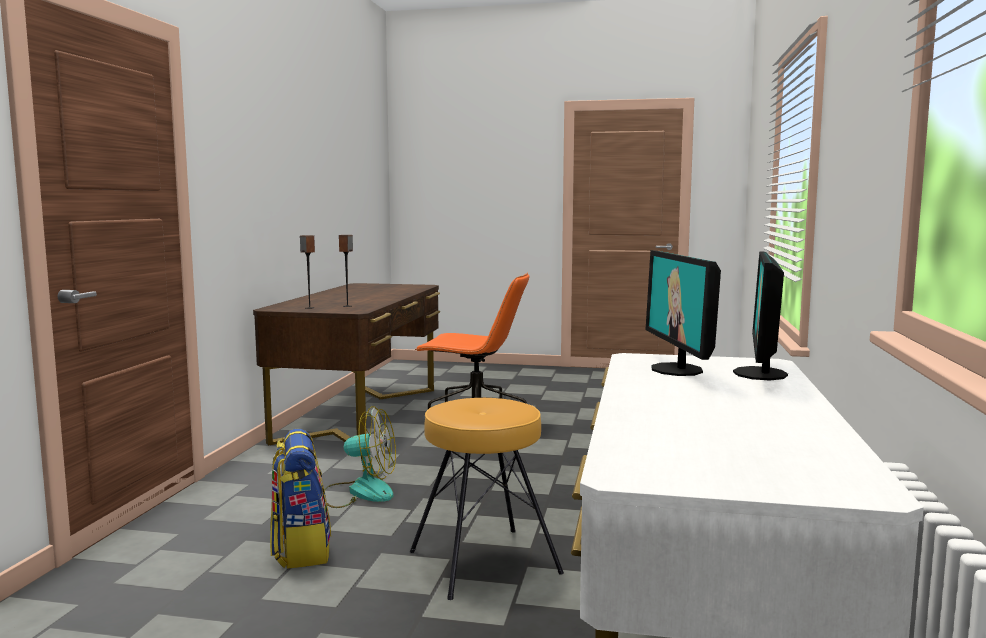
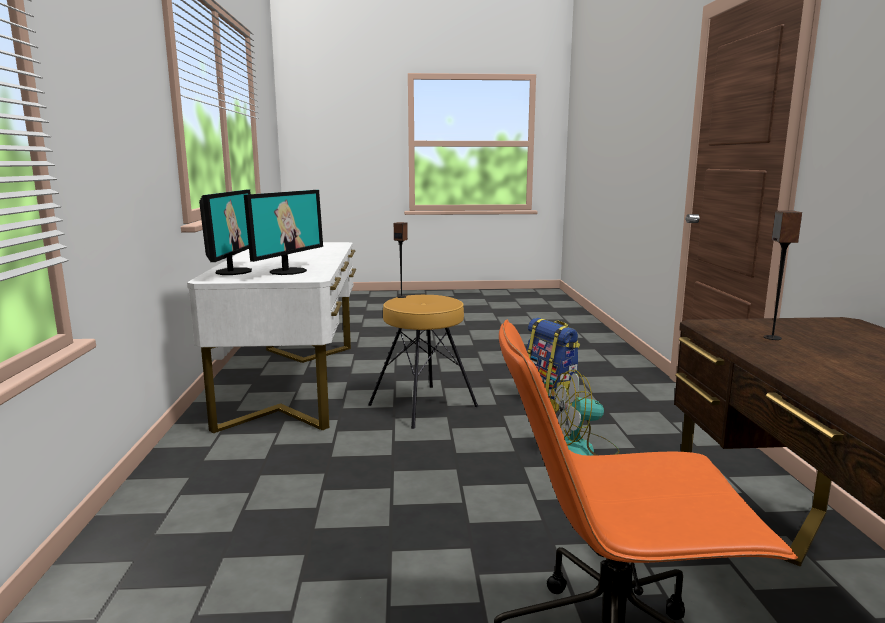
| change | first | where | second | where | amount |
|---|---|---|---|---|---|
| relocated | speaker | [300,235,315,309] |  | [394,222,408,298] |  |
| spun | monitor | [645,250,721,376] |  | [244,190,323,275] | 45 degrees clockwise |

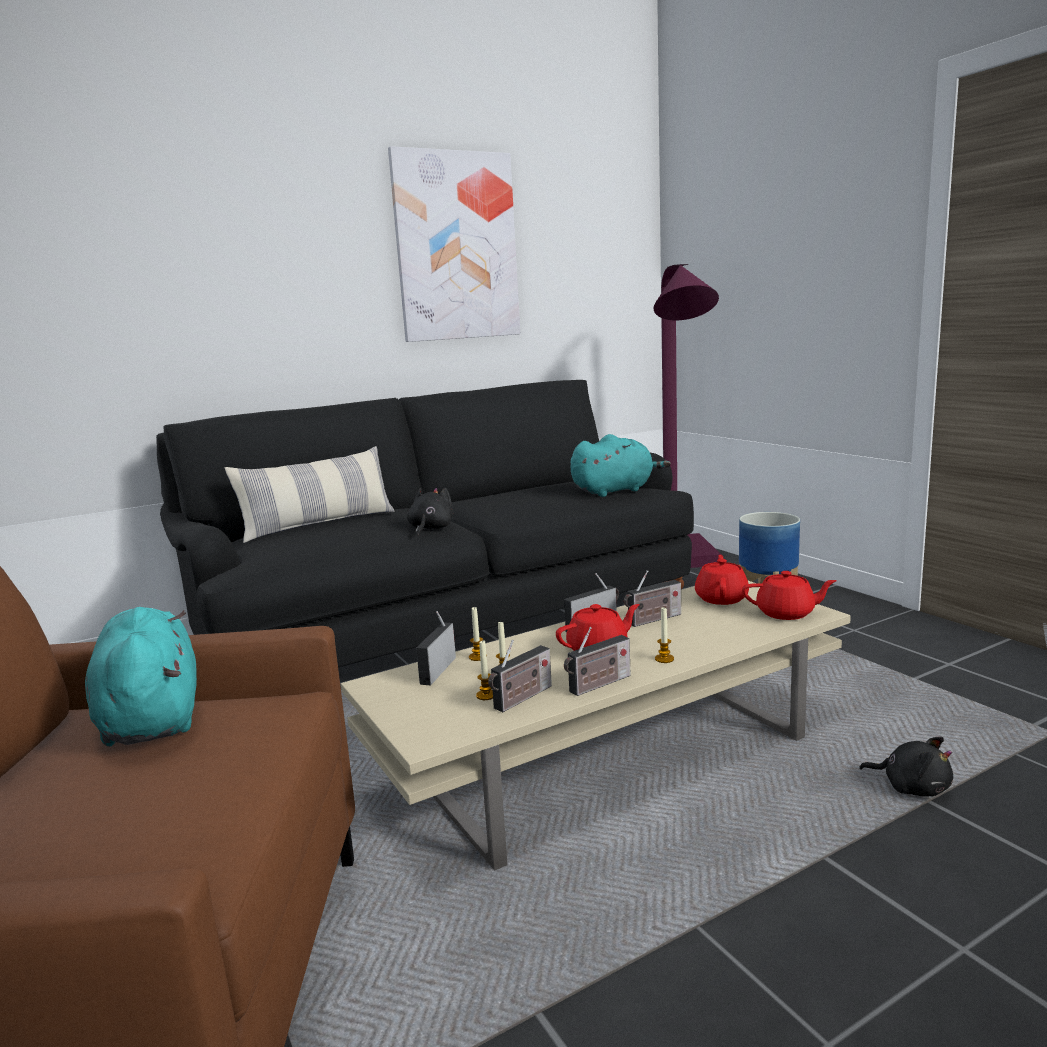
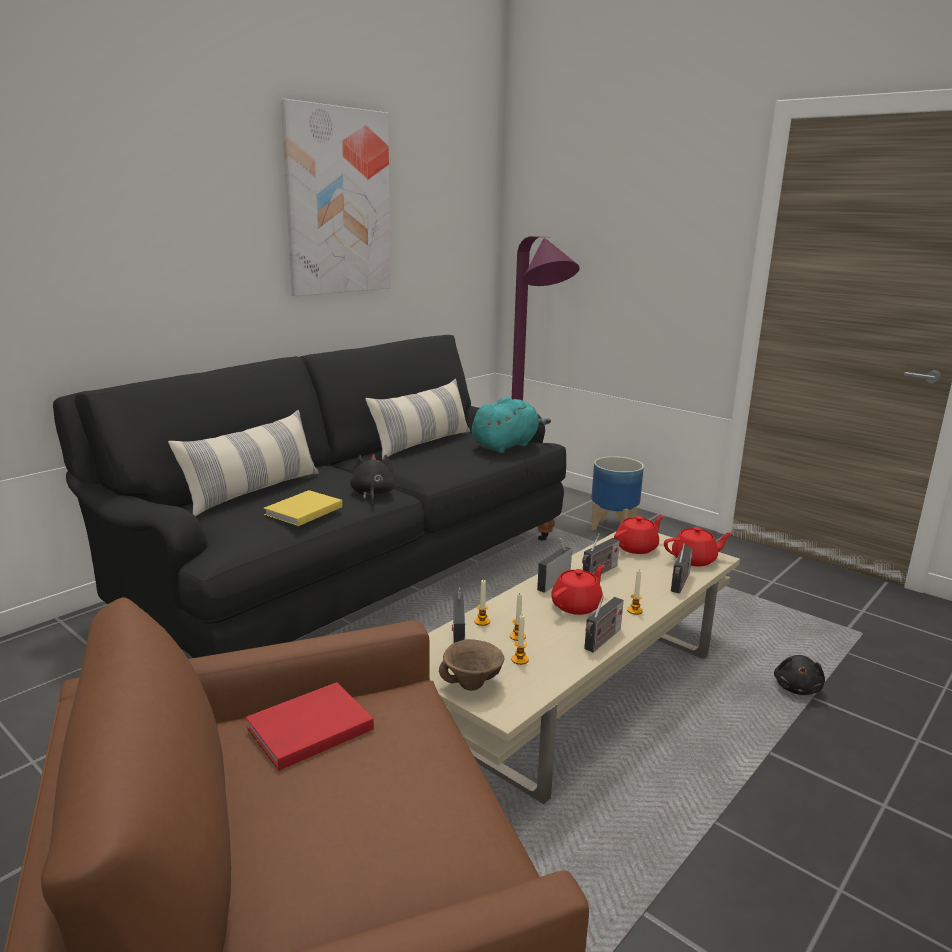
| change | first | where | second | where | amount |
|---|---|---|---|---|---|
| exchanged | plush toy (turquoise) | [85,607,197,747] | book (red) | [246,682,374,770] |  |
| relocated | radio | [488,640,552,712] |  | [671,543,693,593] |  |
| spun | teapot (red) | [695,555,749,605] |  | [614,515,664,554] | 60 degrees clockwise |
| spun | plush toy (black) | [859,737,953,797] |  | [774,655,825,695] | 90 degrees clockwise |
| appeared |  |  | book (yellow) | [264,490,342,526] |  |
| appeared |  |  | pillow | [365,379,470,460] |  |
| appeared |  |  | bowl (brown) | [439,639,504,691] |  |

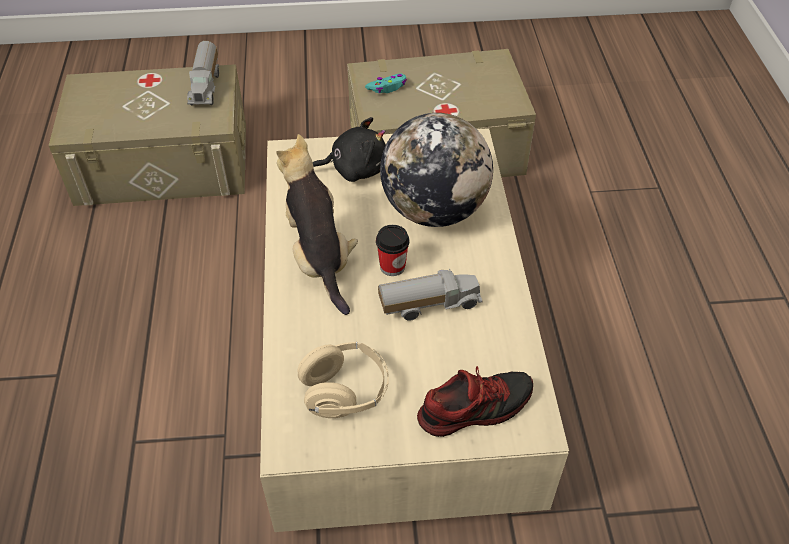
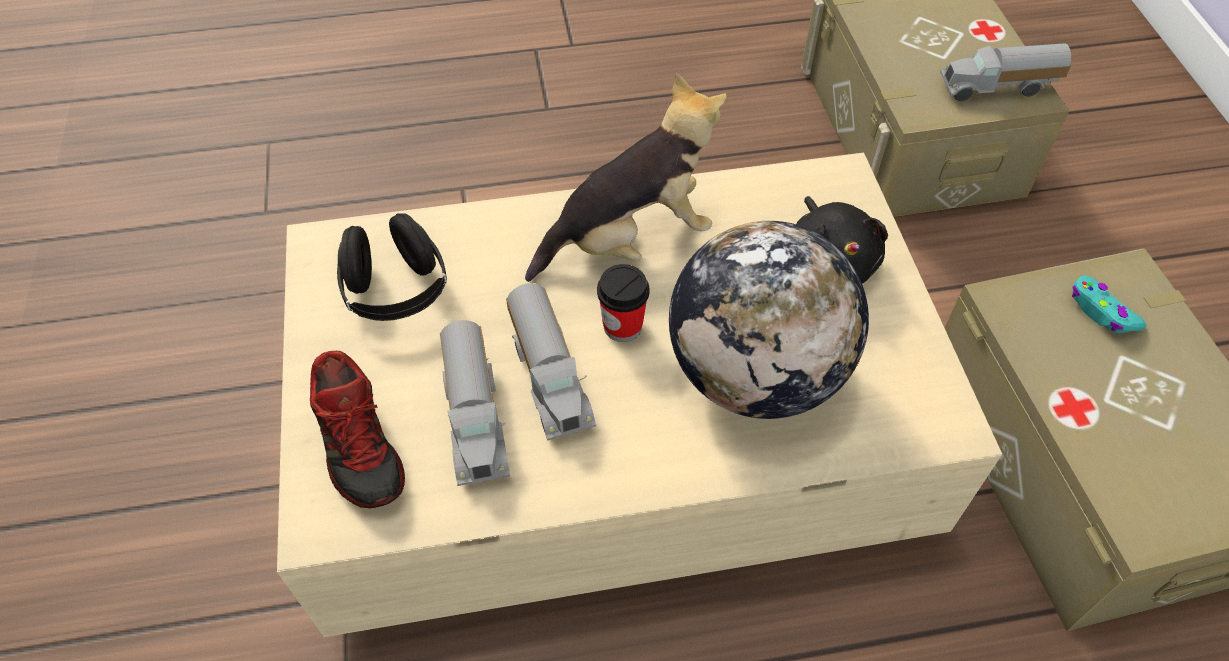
| change | first | where | second | where | amount |
|---|---|---|---|---|---|
| colour | headphones (beige) | [297,342,389,418] | headphones (black) | [337,213,447,321] |  |
| appeared |  |  | toy truck | [440,320,510,486] |  |

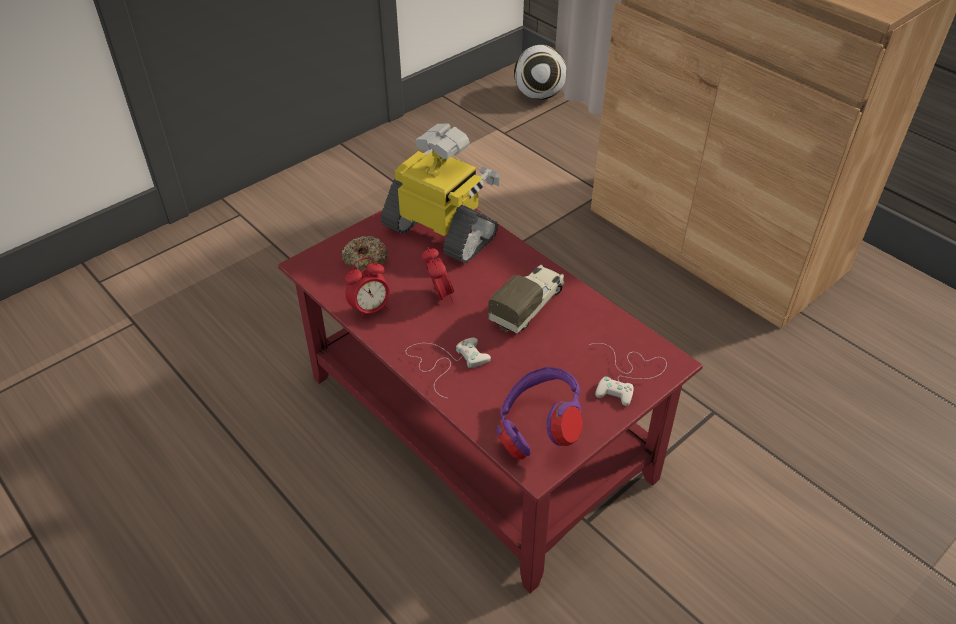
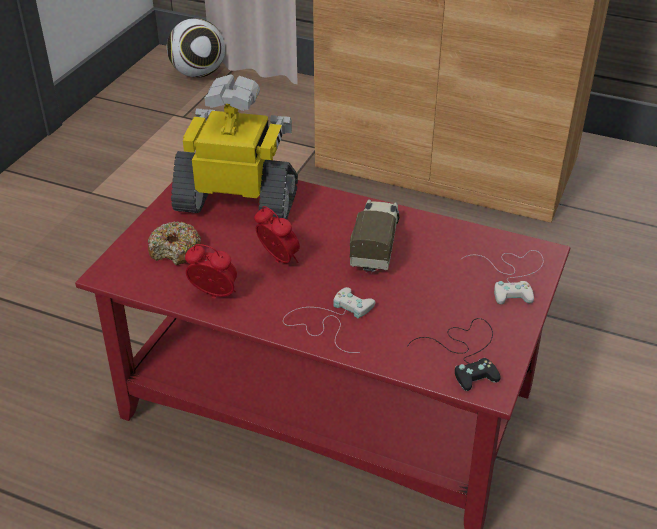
| change | first | where | second | where | amount |
|---|---|---|---|---|---|
| spun | alarm clock | [345,258,390,321] |  | [185,244,237,298] | 105 degrees counterclockwise |
| exchanged | headphones (purple) | [496,367,583,460] | game controller (black) | [407,318,501,391] |  |

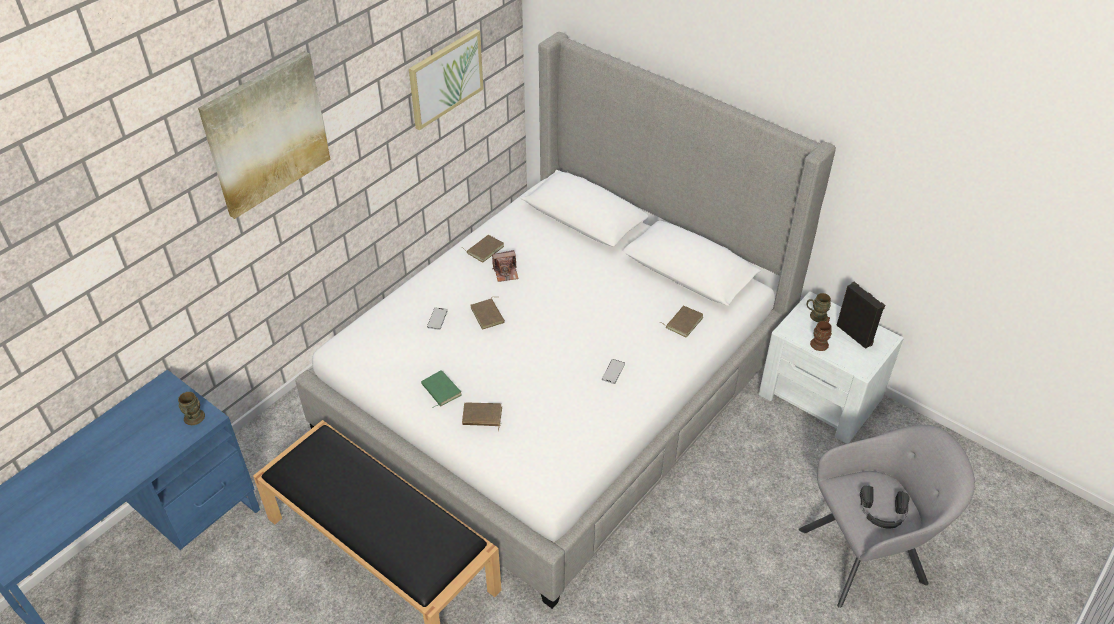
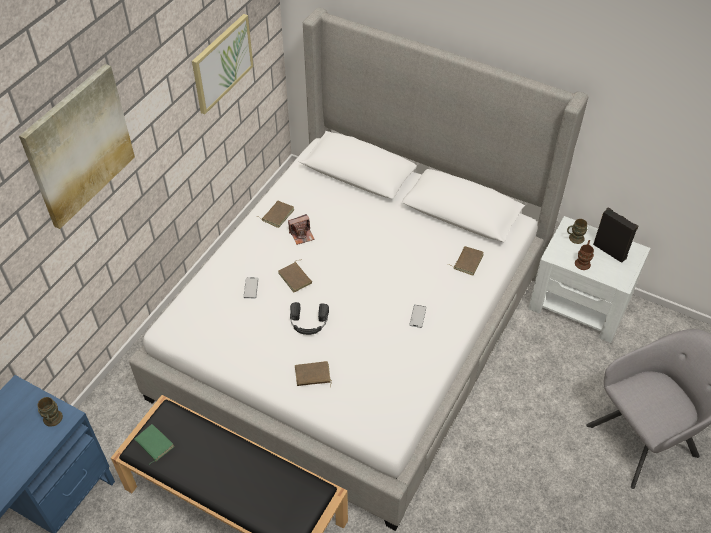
| change | first | where | second | where | amount |
|---|---|---|---|---|---|
| relocated | book (green) | [421,370,462,408] |  | [135,424,174,465] |  |
| relocated | headphones (black) | [860,486,910,528] |  | [290,302,329,335] |  |

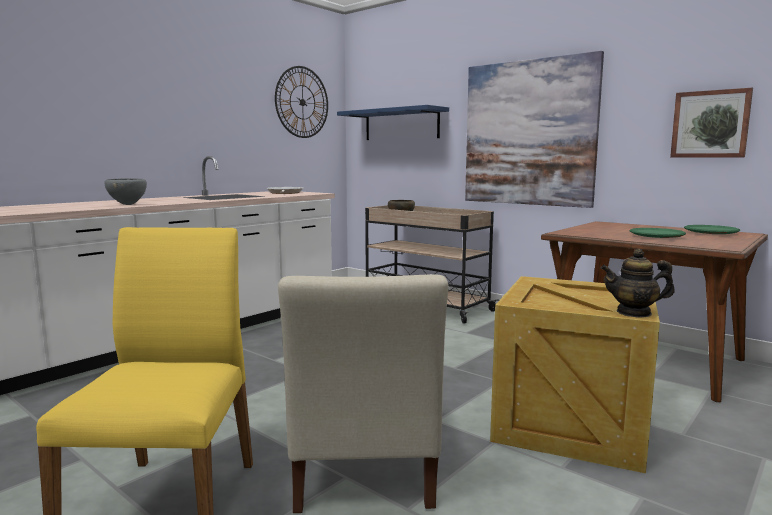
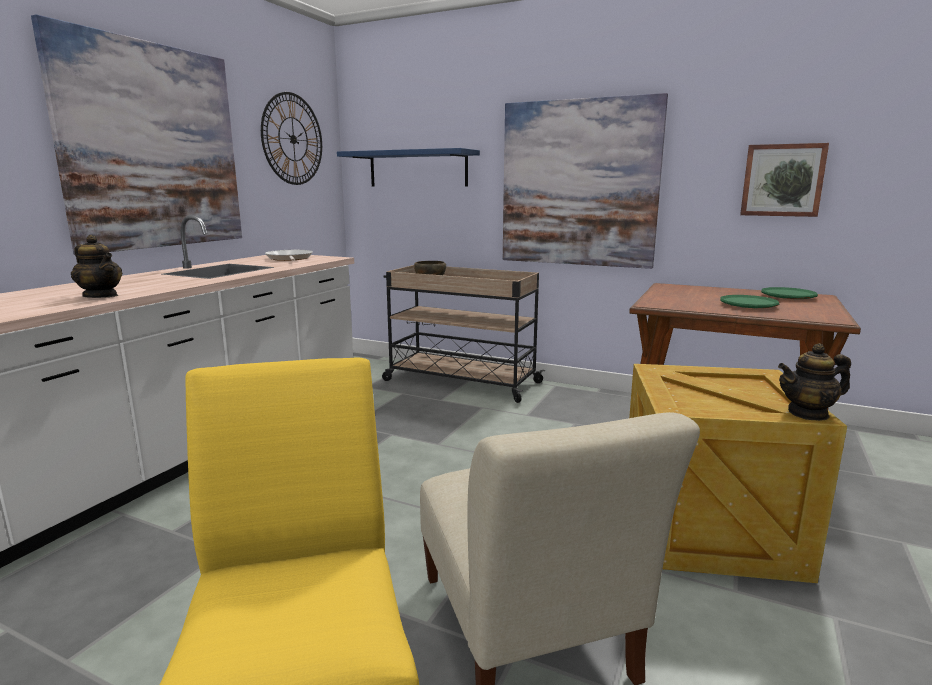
| change | first | where | second | where | amount |
|---|---|---|---|---|---|
| exchanged | bowl (grey) | [104,178,147,205] | teapot | [71,235,122,298] |  |
| appeared |  |  | picture | [31,14,242,255] |  |

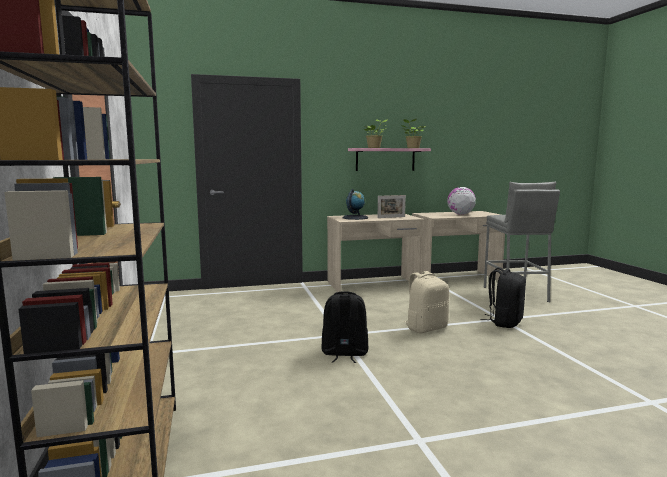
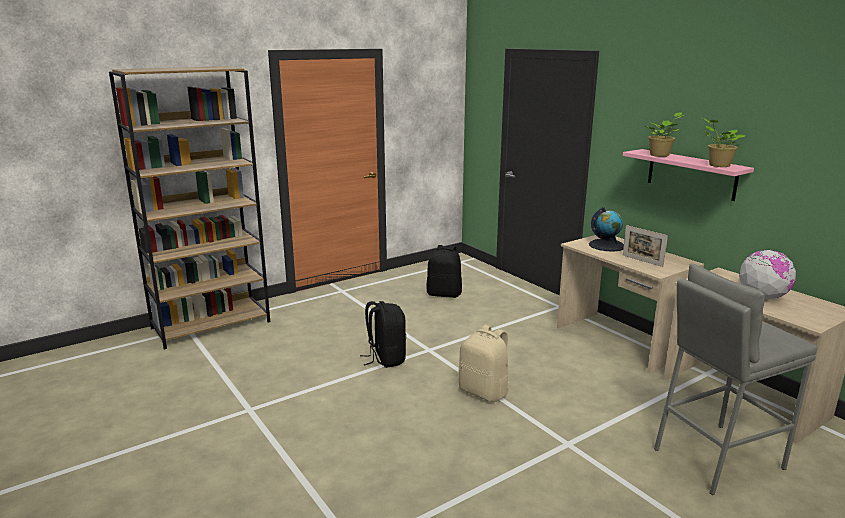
| change | first | where | second | where | amount |
|---|---|---|---|---|---|
| relocated | backpack (black) | [480,267,526,328] |  | [426,245,462,298] |  |

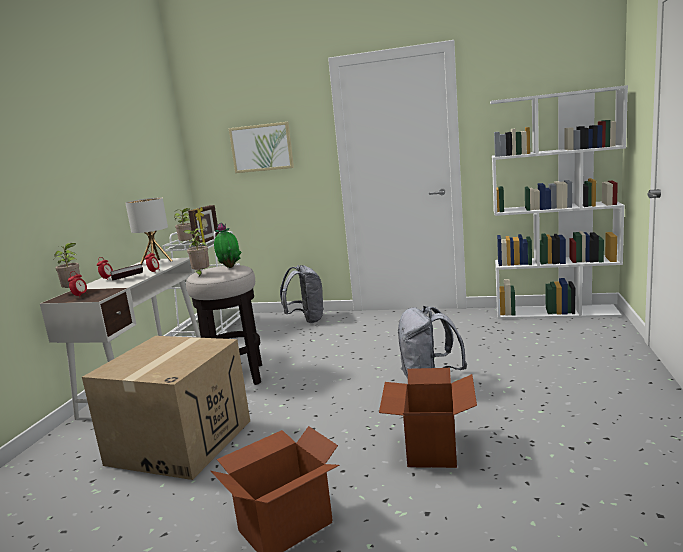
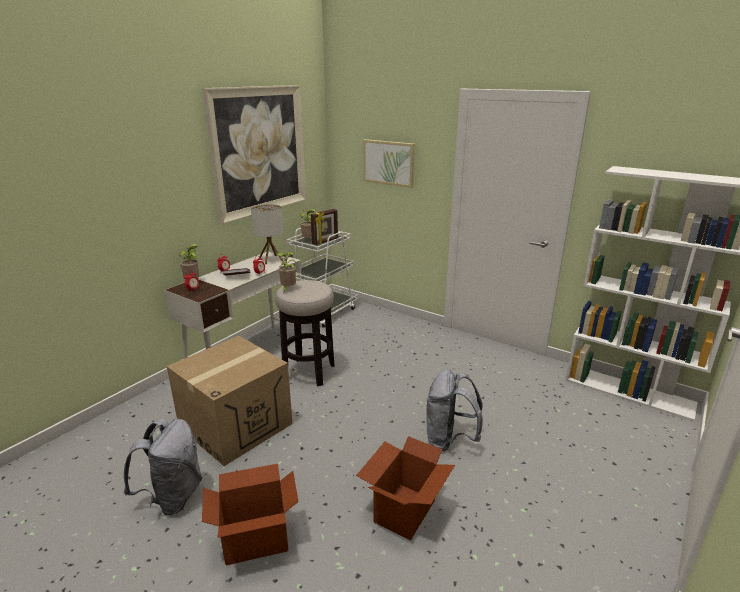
| change | first | where | second | where | amount |
|---|---|---|---|---|---|
| missing | potted plant | [214,222,242,268] |  |  |  |
| relocated | backpack (grey) | [280,265,323,323] |  | [124,419,202,516] |  |
| appeared |  |  | picture | [202,85,307,224] |  |

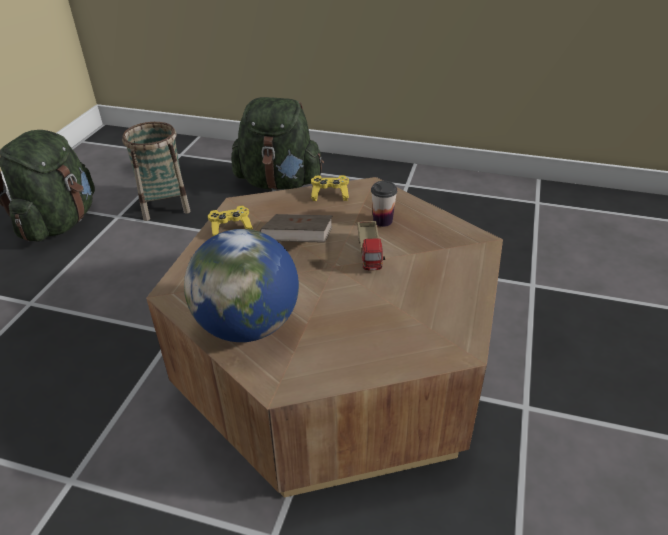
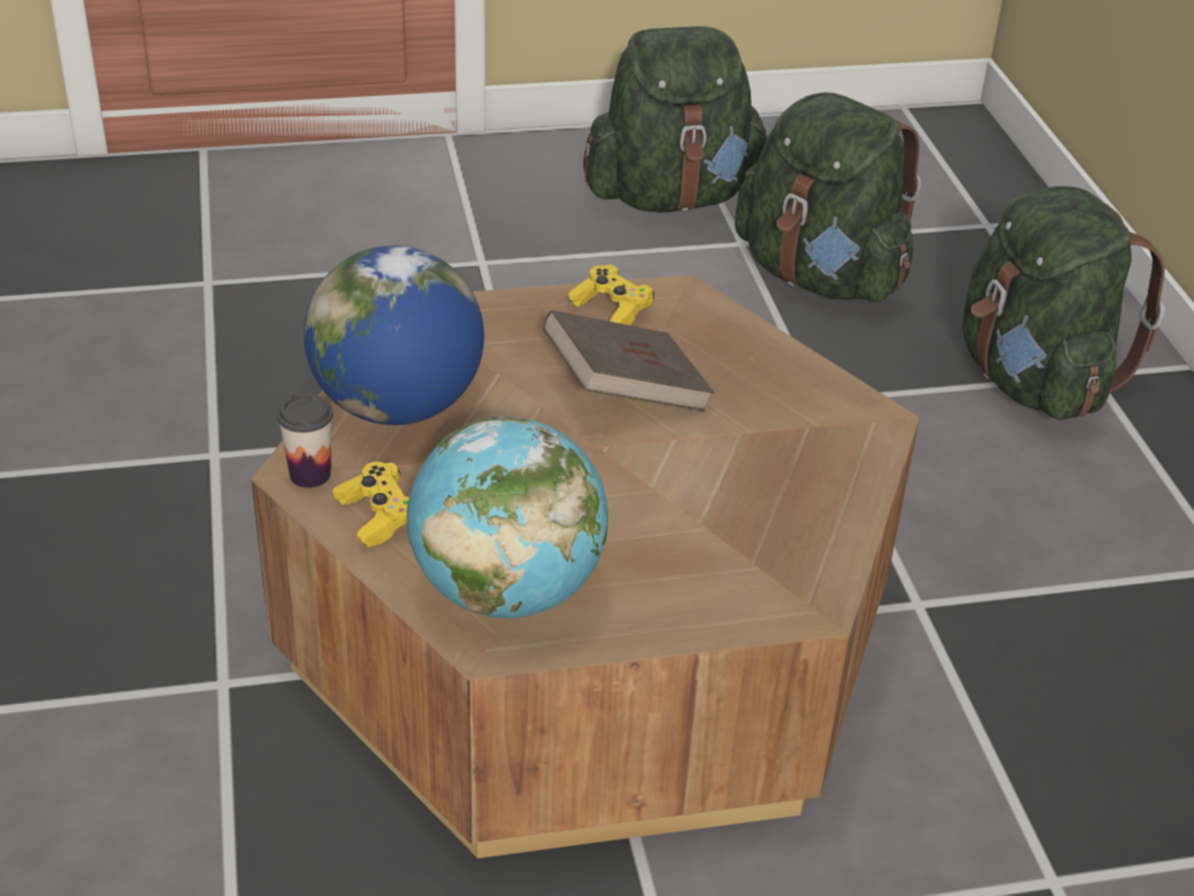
| change | first | where | second | where | amount |
|---|---|---|---|---|---|
| exchanged | basket | [122,122,190,221] | backpack (green) | [735,92,921,302] |  |
| relocated | game controller (yellow) | [311,175,349,201] |  | [333,462,410,547] |  |
| missing | toy truck | [358,221,385,270] |  |  |  |
| relocated | cup | [371,181,397,227] |  | [277,393,333,488] |  |
| appeared |  |  | globe | [407,416,608,618] |  |

